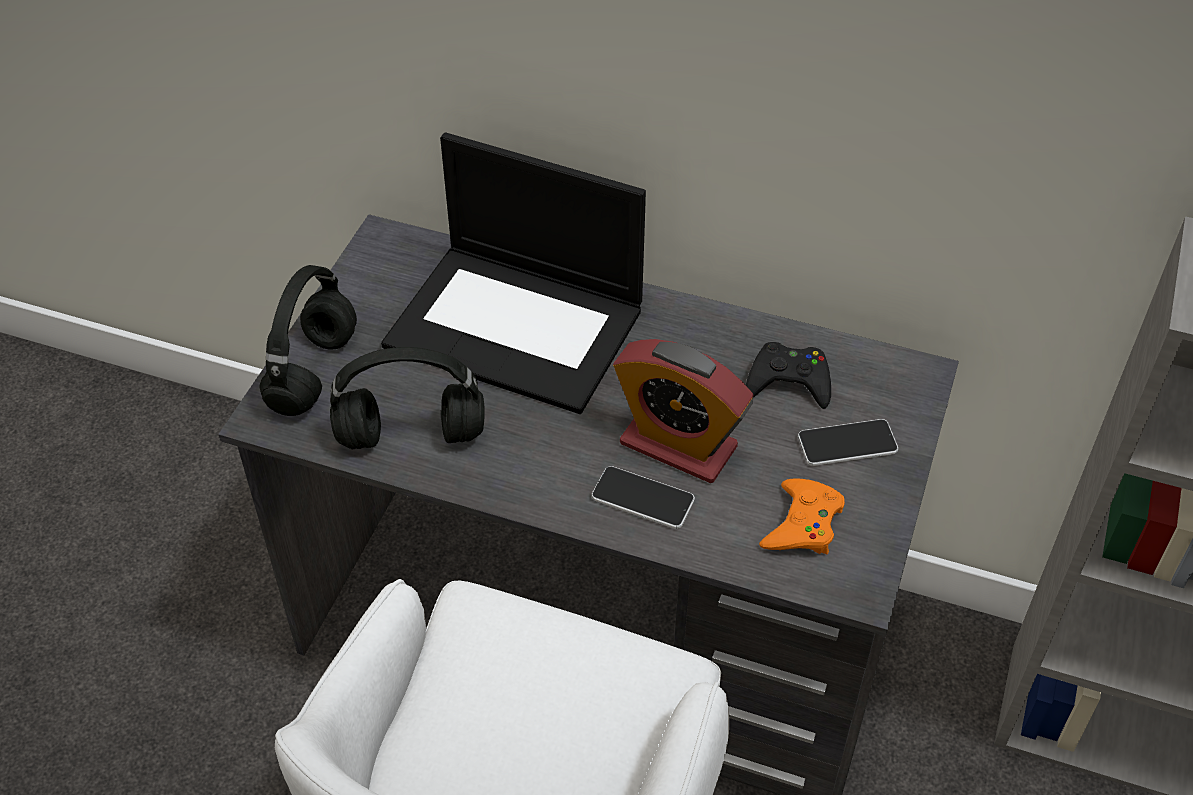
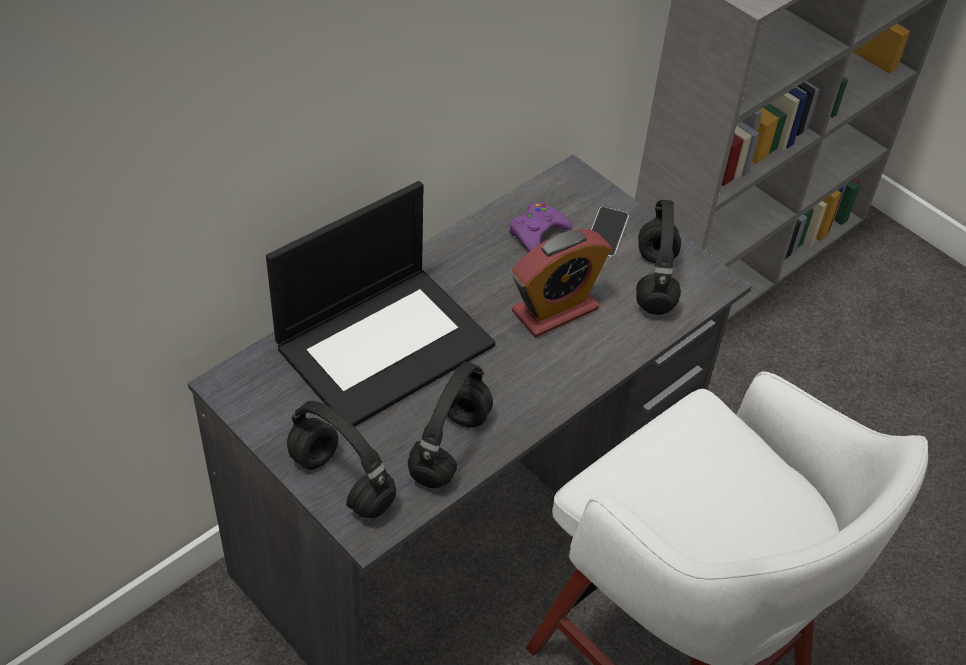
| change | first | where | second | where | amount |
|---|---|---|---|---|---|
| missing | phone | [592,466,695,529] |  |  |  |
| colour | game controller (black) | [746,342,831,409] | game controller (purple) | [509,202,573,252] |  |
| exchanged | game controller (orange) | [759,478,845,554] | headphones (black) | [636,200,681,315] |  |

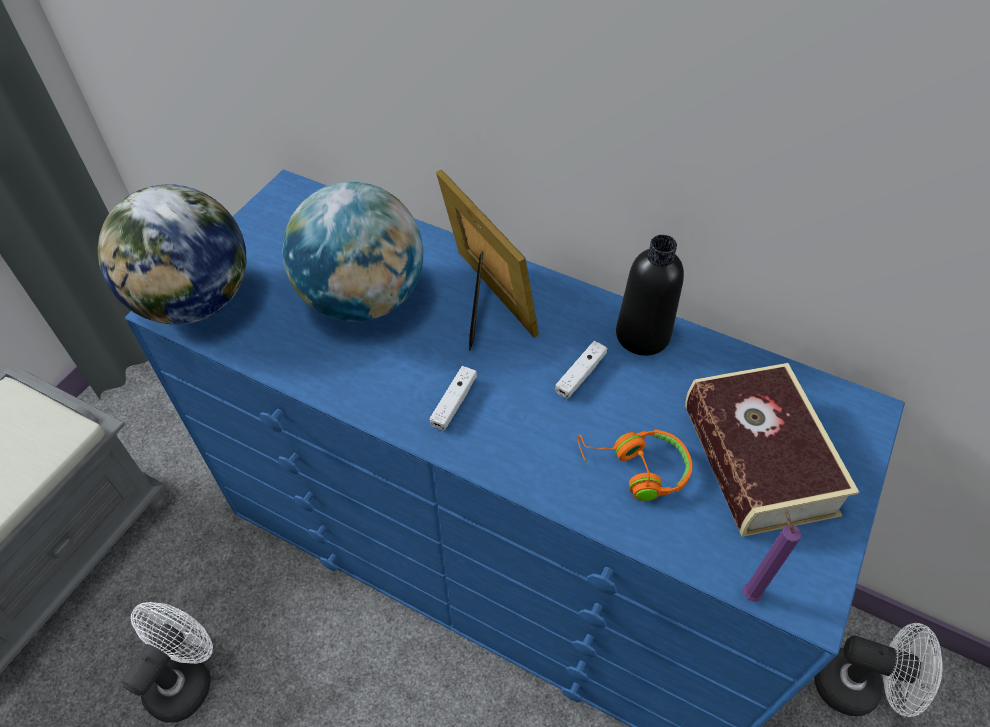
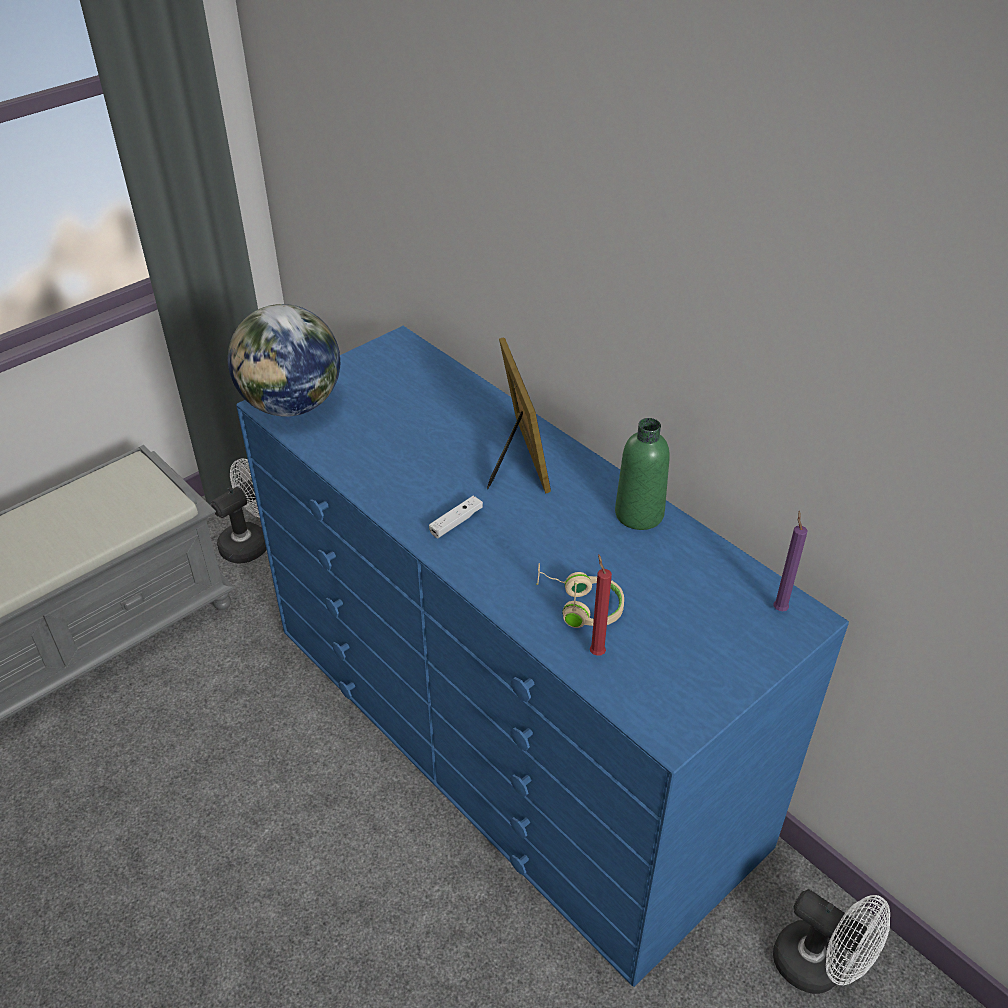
| change | first | where | second | where | amount |
|---|---|---|---|---|---|
| relocated | fan (white) | [121,602,213,723] |  | [211,458,267,564] |  |
| missing | globe | [282,182,424,322] |  |  |  |
| missing | game controller (white) | [555,341,607,399] |  |  |  |
| colour | headphones (orange) | [578,429,693,501] | headphones (beige) | [536,563,624,628] |  |
| colour | bottle (black) | [616,235,684,356] | bottle (green) | [615,418,670,530] |  |
| missing | book | [685,363,859,537] |  |  |  |
| relocated | candle (purple) | [743,508,802,602] |  | [773,511,808,611] |  |
| appeared |  |  | candle (red) | [590,554,612,656] |  |

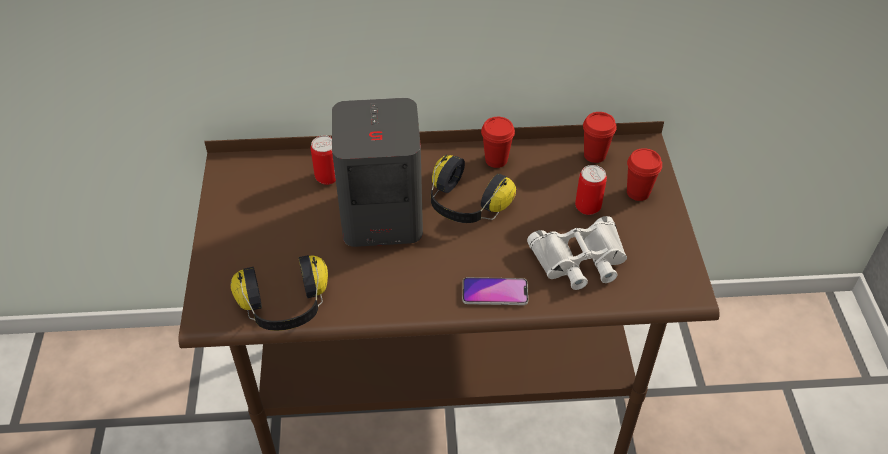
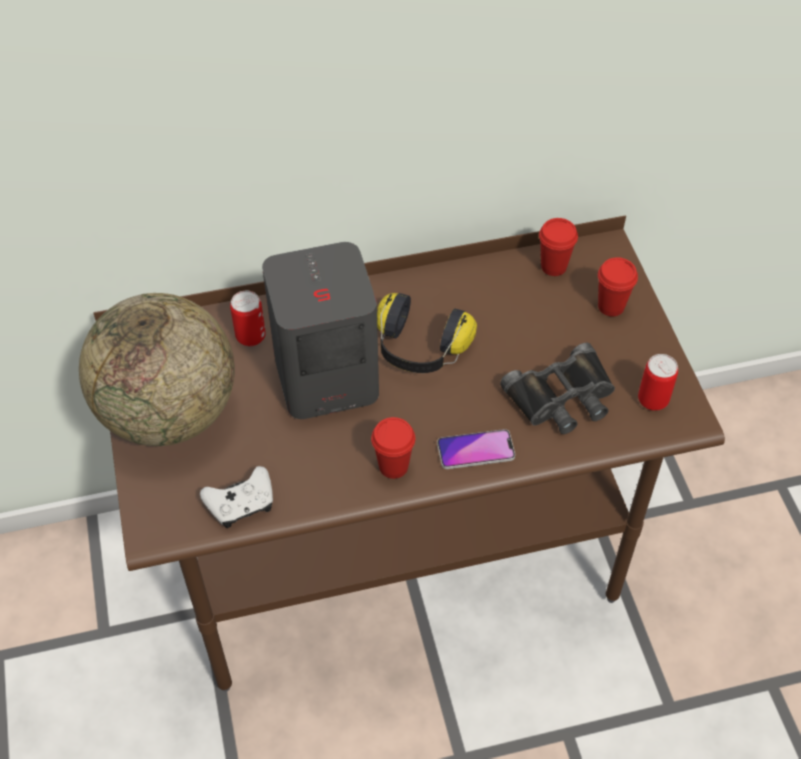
| change | first | where | second | where | amount |
|---|---|---|---|---|---|
| exchanged | headphones | [230,255,328,331] | game controller (white) | [200,466,273,528] |  |
| relocated | cup (red) | [481,117,515,168] |  | [371,417,415,479] |  |
| colour | binoculars (white) | [527,216,627,290] | binoculars (black) | [500,343,615,434] |  |
| relocated | can | [575,165,607,215] |  | [638,354,678,411] |  |
| appeared |  |  | globe | [79,293,235,446] |  |

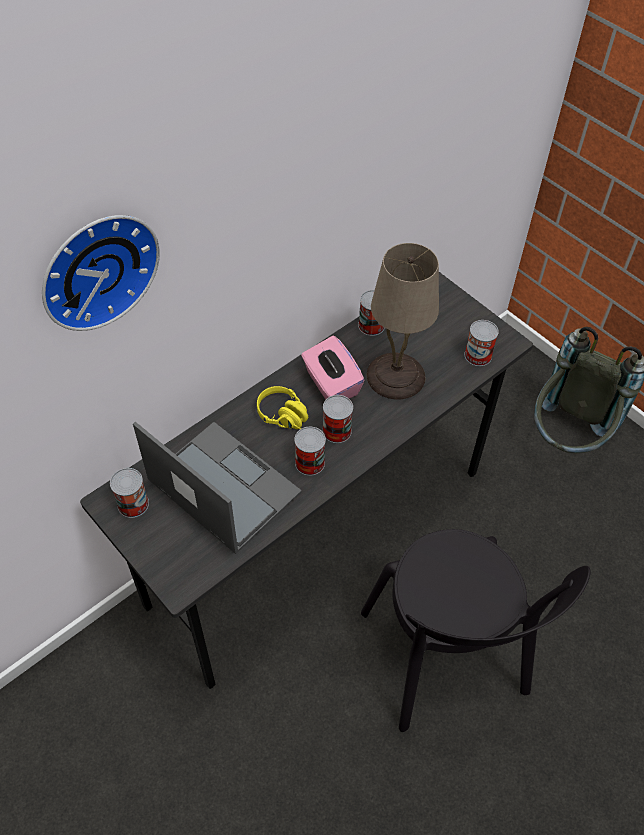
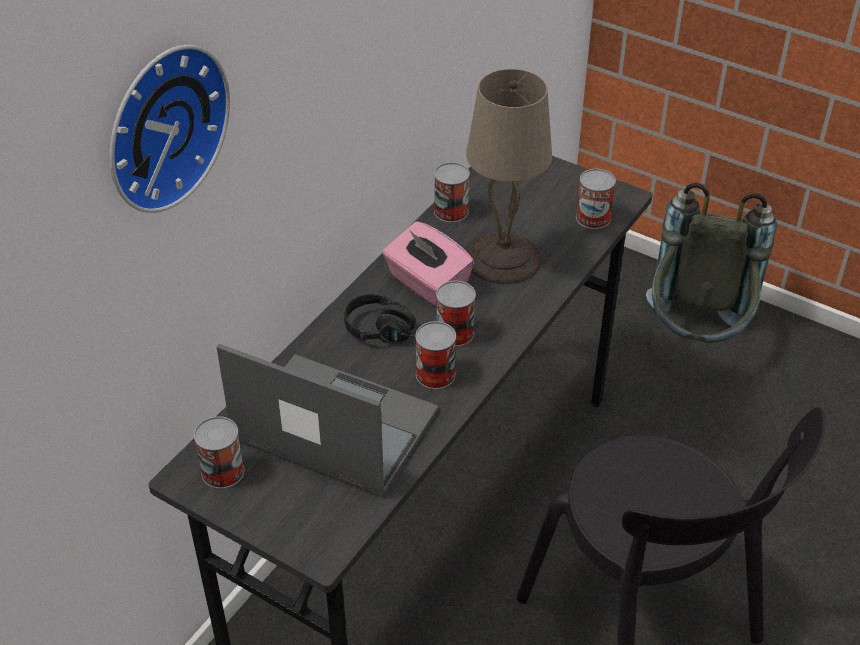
| change | first | where | second | where | amount |
|---|---|---|---|---|---|
| colour | headphones (yellow) | [257,386,308,429] | headphones (black) | [344,294,416,342] |  |

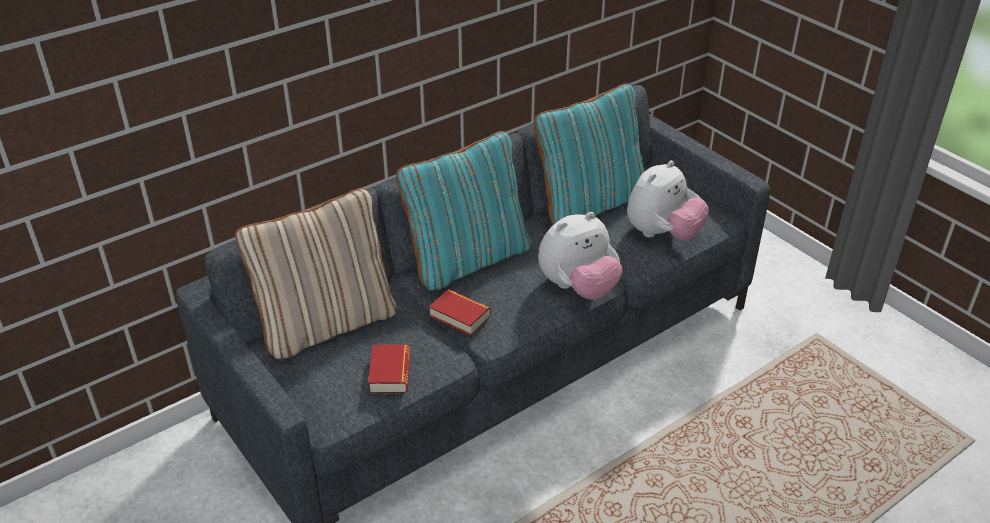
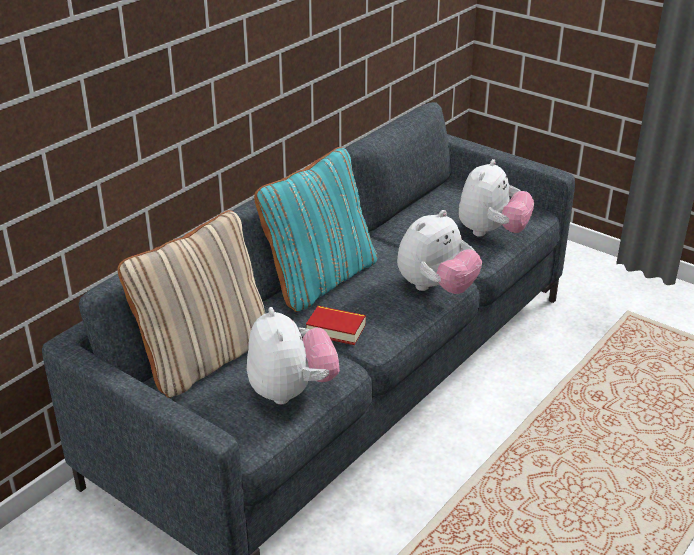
| change | first | where | second | where | amount |
|---|---|---|---|---|---|
| exchanged | book | [368,344,411,393] | plush toy | [247,307,340,404] |  |
| missing | pillow (turquoise) | [534,83,644,225] |  |  |  |

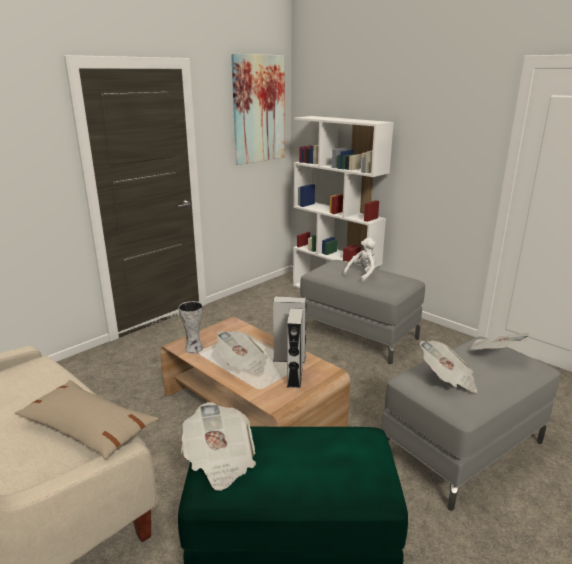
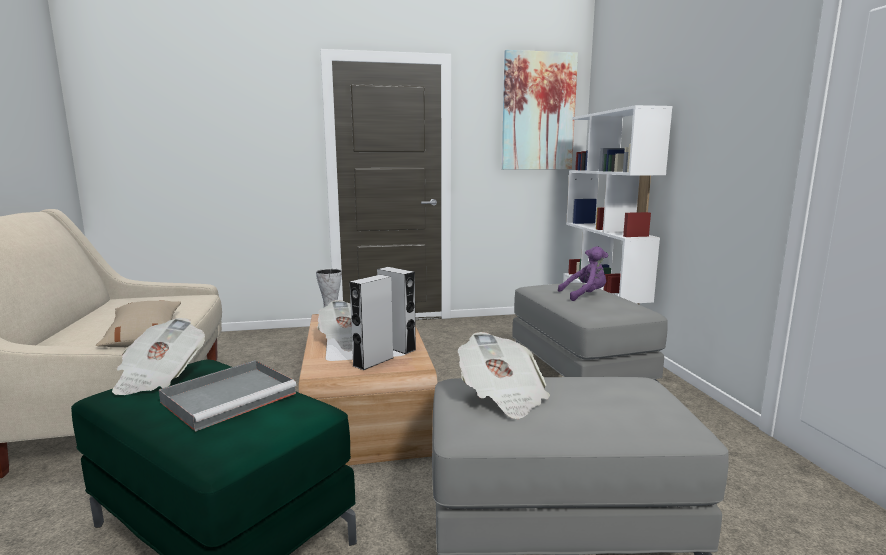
| change | first | where | second | where | amount |
|---|---|---|---|---|---|
| colour | plush toy (white) | [343,238,376,283] | plush toy (purple) | [558,246,608,301] |  |
| missing | newspaper | [468,333,530,350] |  |  |  |
| appeared |  |  | tray (grey) | [159,360,297,432] |  |

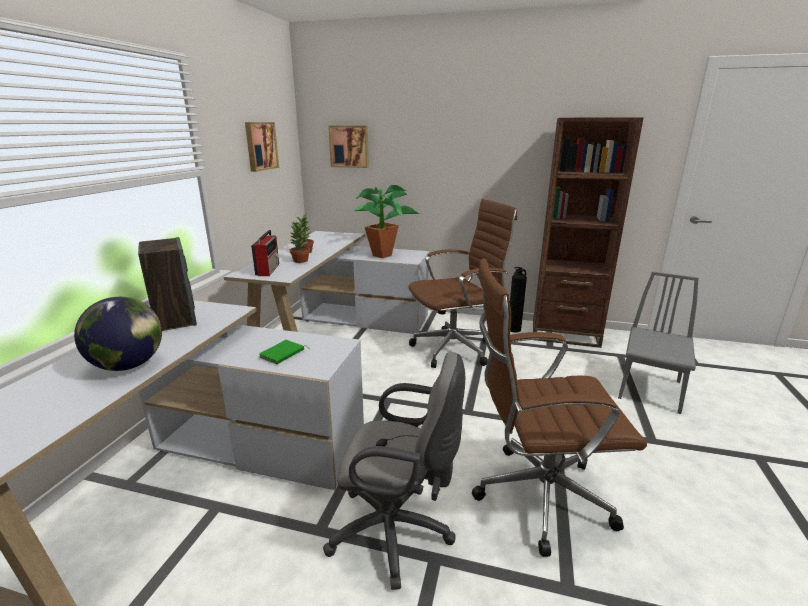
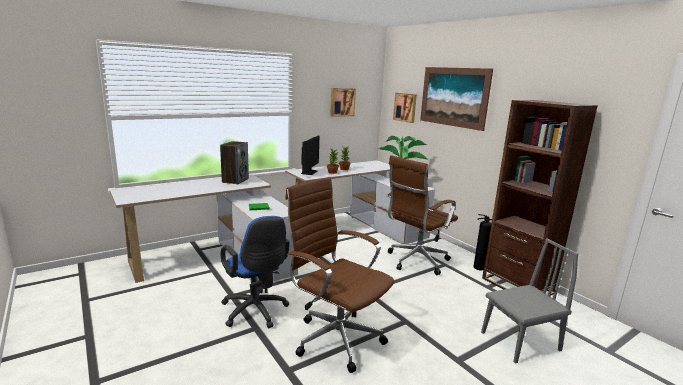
| change | first | where | second | where | amount |
|---|---|---|---|---|---|
| missing | globe | [74,297,162,371] |  |  |  |
| exchanged | radio | [251,230,279,276] | monitor | [301,136,319,175] |  |
| colour | office chair (grey) | [323,352,465,590] | office chair (blue) | [220,216,289,328] |  |
| spun | office chair (brown) | [408,199,517,368] |  | [387,155,458,275] | 120 degrees clockwise |
| appeared |  |  | picture | [420,67,493,131] |  |

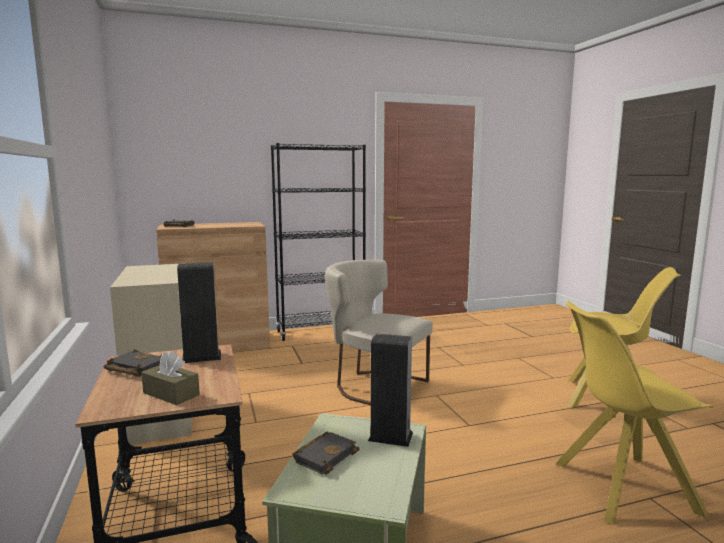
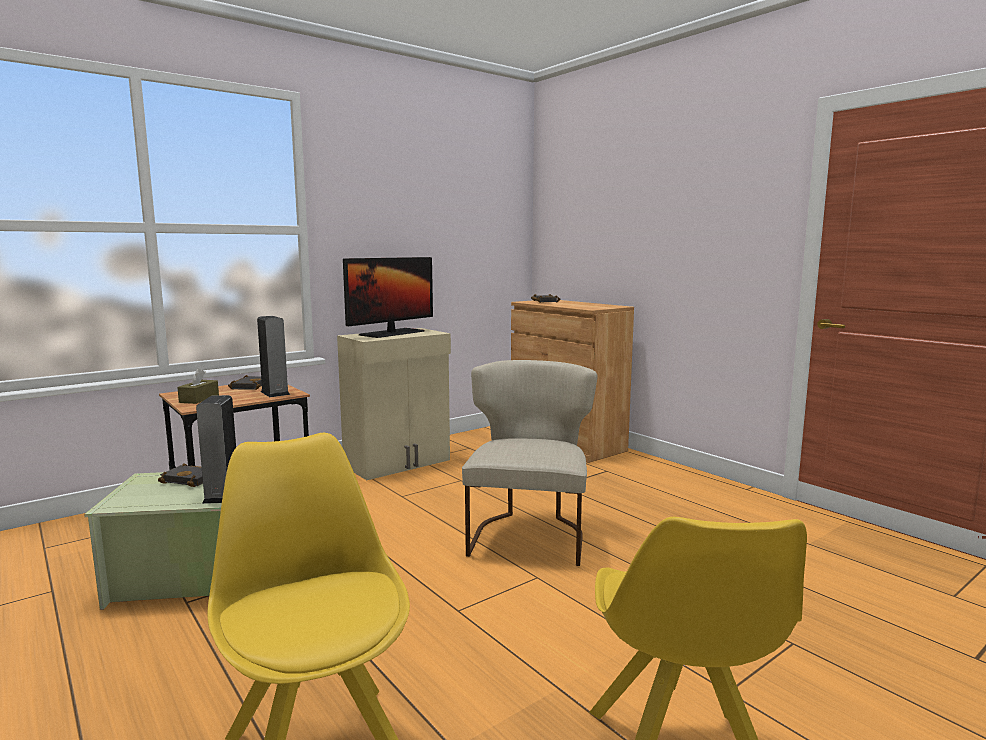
| change | first | where | second | where | amount |
|---|---|---|---|---|---|
| missing | bookcase (black) | [271,143,366,341] |  |  |  |
| appeared |  |  | monitor | [343,257,433,338] |  |

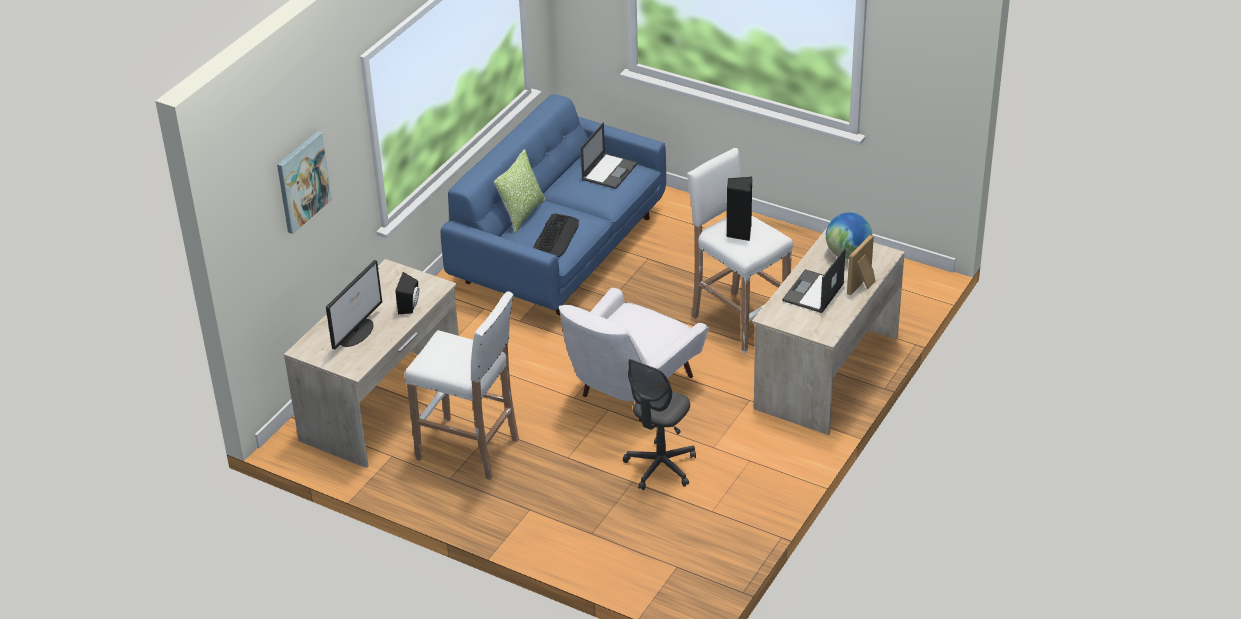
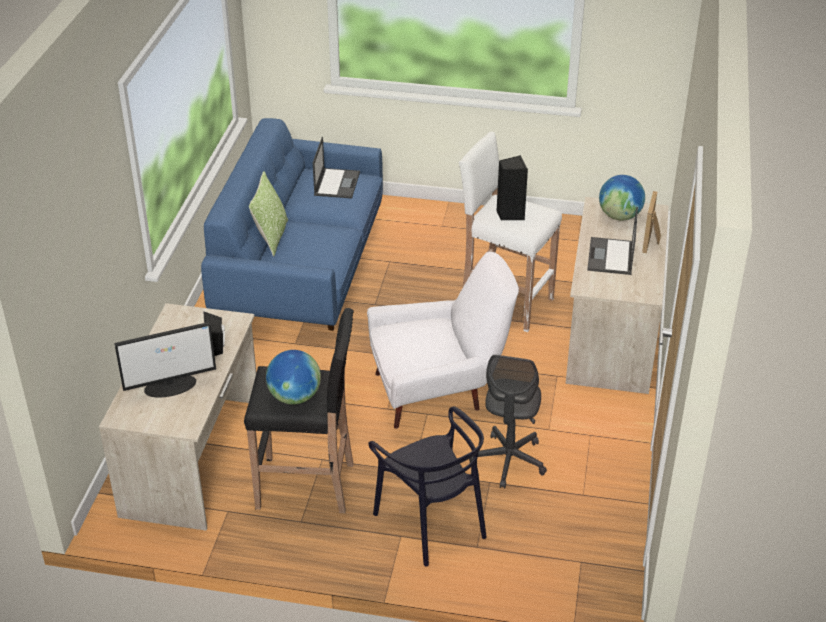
| change | first | where | second | where | amount |
|---|---|---|---|---|---|
| missing | picture | [277,131,332,234] |  |  |  |
| spun | monitor | [326,260,382,349] |  | [114,322,216,398] | 60 degrees clockwise |
| colour | stool (white) | [404,291,519,480] | stool (black) | [244,308,354,513] |  |
| missing | keyboard | [533,214,579,257] |  |  |  |
| spun | armchair (white) | [559,288,709,422] |  | [367,252,519,429] | 120 degrees counterclockwise |
| appeared |  |  | globe | [266,350,321,405] |  |
| appeared |  |  | chair (black) | [368,406,487,566] |  |

